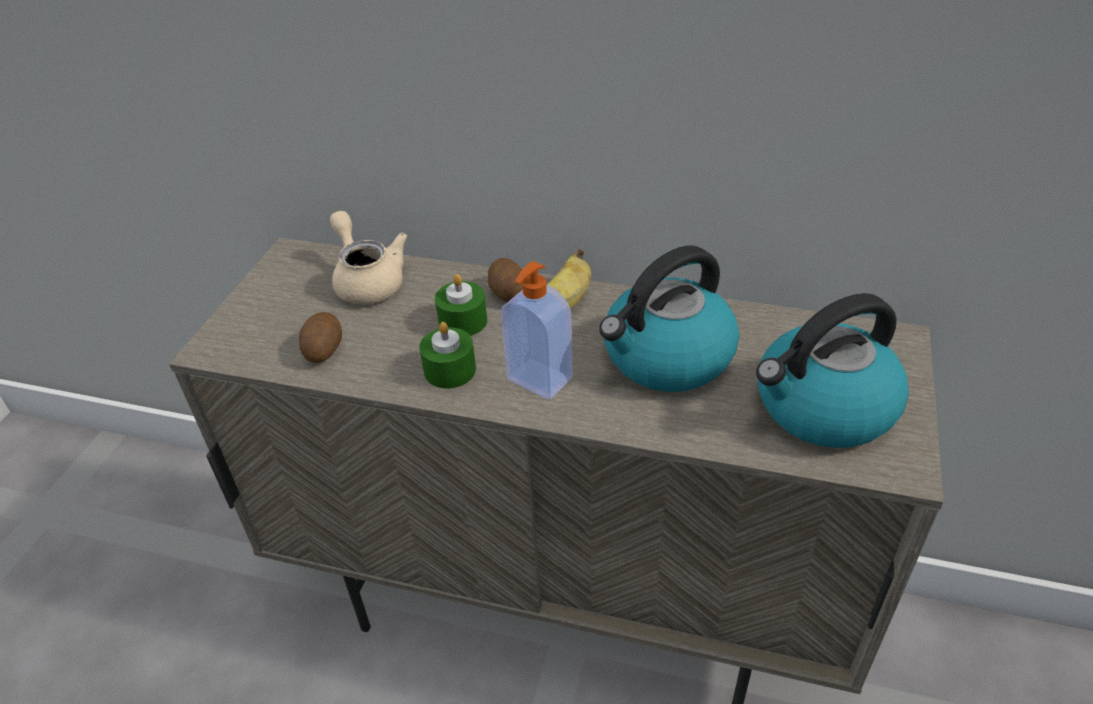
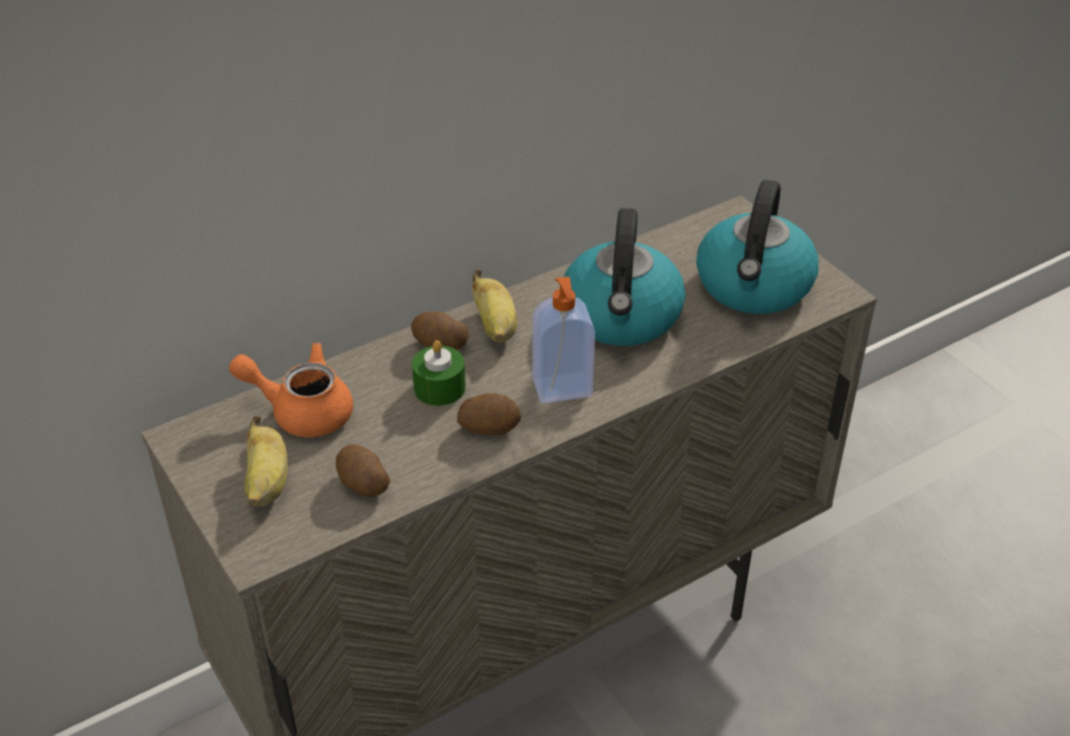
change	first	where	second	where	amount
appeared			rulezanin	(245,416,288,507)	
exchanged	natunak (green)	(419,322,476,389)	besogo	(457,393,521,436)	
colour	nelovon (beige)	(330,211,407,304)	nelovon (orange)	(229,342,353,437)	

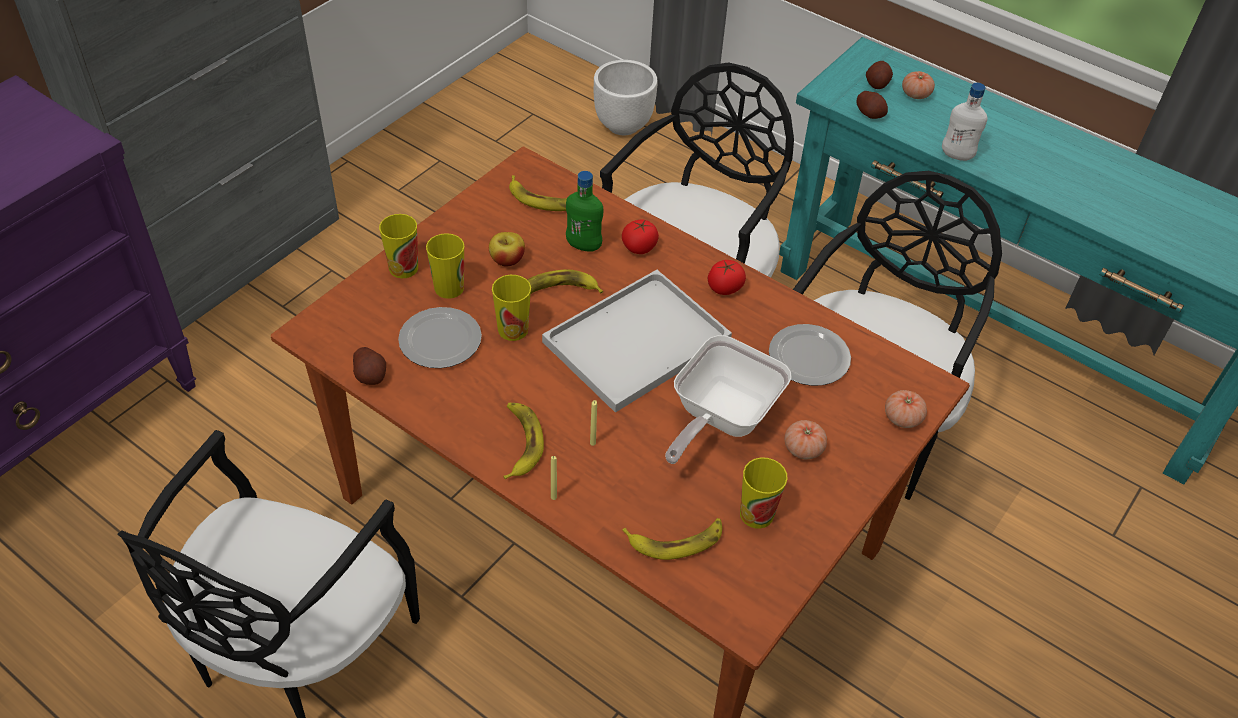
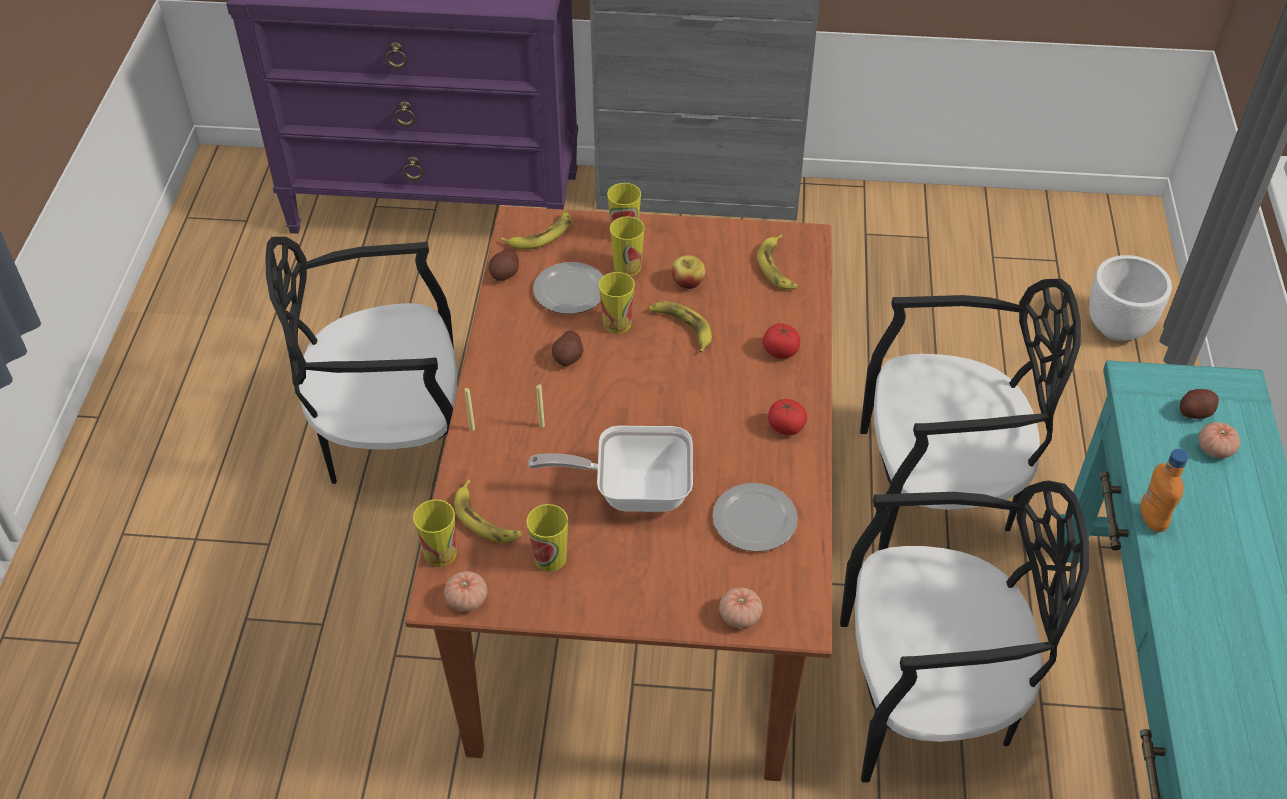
change	first	where	second	where	amount
missing	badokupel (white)	(542,270,732,413)			
missing	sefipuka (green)	(566,171,603,252)			
appeared			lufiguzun	(413,500,457,567)	
relocated	rulezanin	(504,403,544,479)		(501,210,571,250)	
relocated	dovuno	(785,420,827,459)		(444,571,487,612)	
relocated	besogo	(857,91,888,119)		(552,331,583,366)	
colour	sefipuka (white)	(942,83,987,161)	sefipuka (orange)	(1140,449,1189,532)	

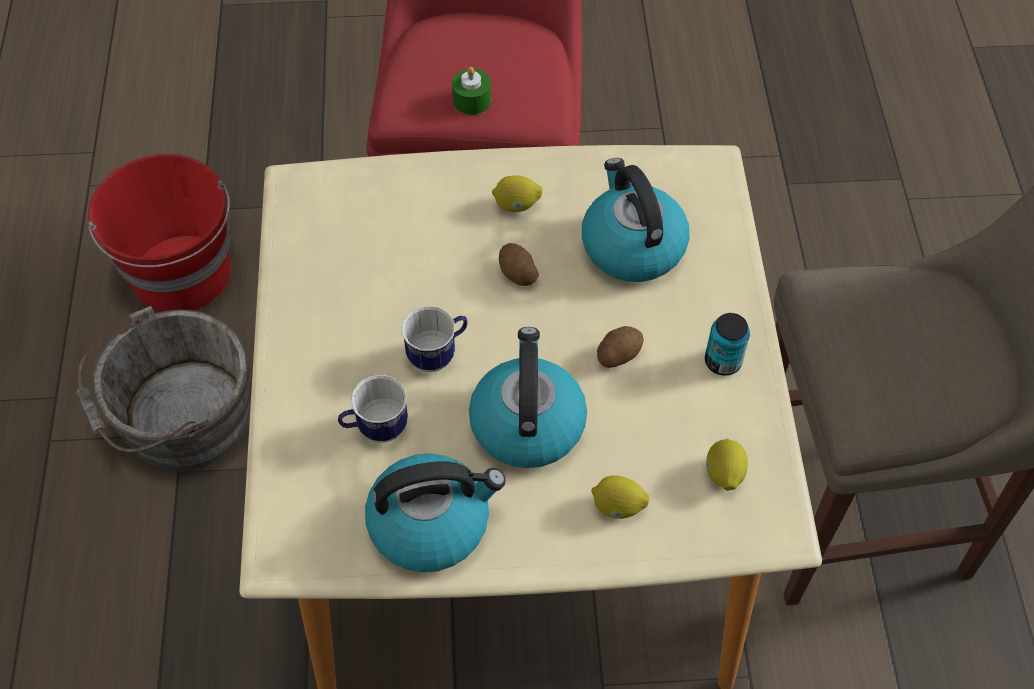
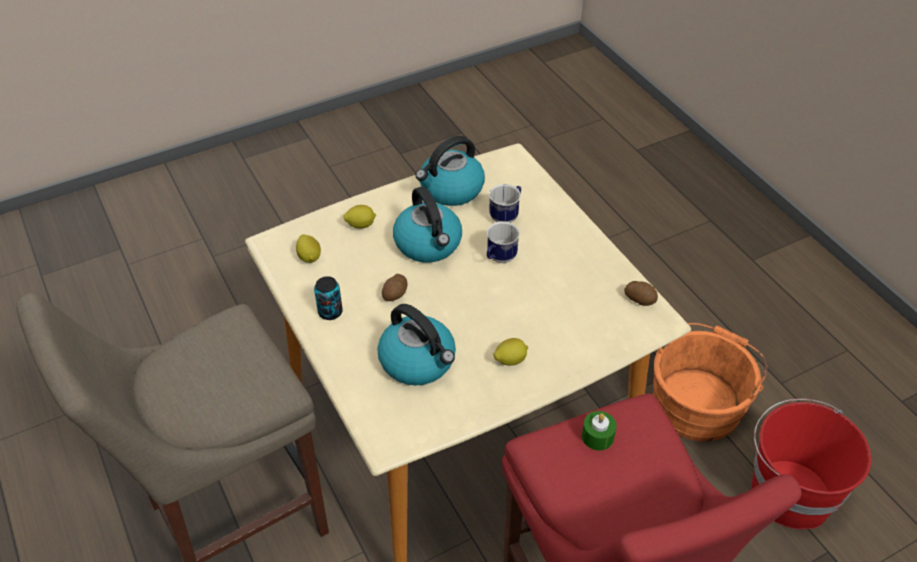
change	first	where	second	where	amount
relocated	besogo	(499,243,539,286)		(624,281,658,306)	
colour	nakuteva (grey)	(76,306,251,471)	nakuteva (orange)	(653,323,768,442)	

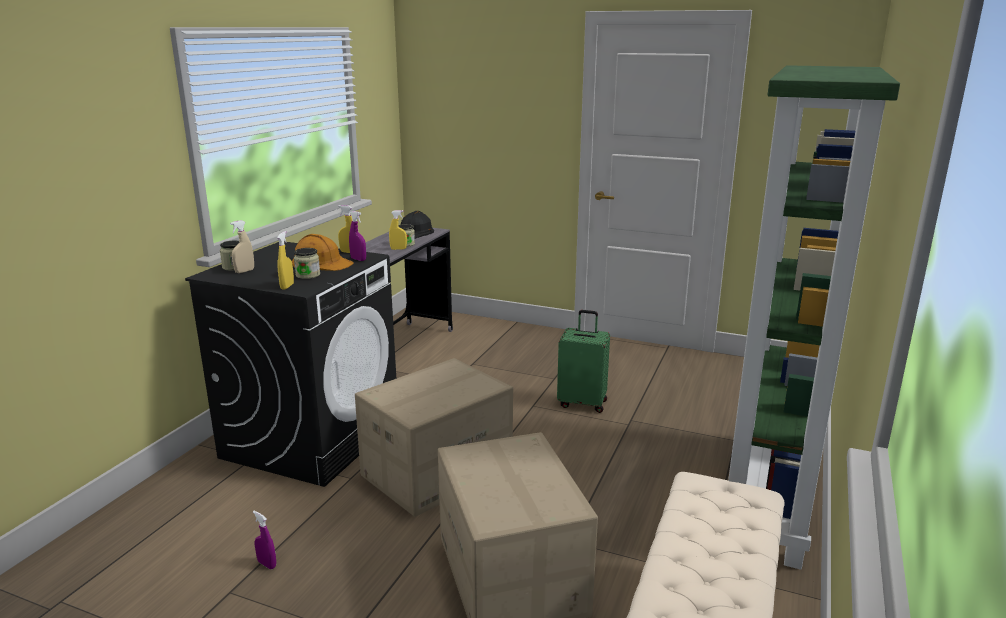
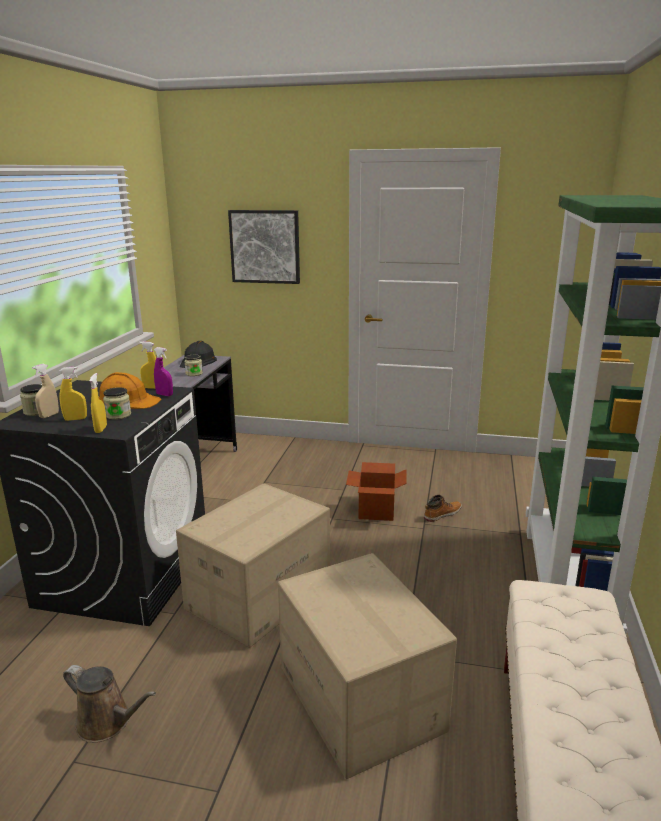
change	first	where	second	where	amount
appeared			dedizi	(228,210,300,284)	
appeared			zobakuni	(424,495,462,522)	
relocated	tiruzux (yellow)	(389,210,407,250)		(59,367,87,421)	
exchanged	tiruzux (purple)	(253,511,276,569)	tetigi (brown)	(63,665,156,743)	
exchanged	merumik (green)	(557,310,610,413)	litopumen	(346,462,407,521)	

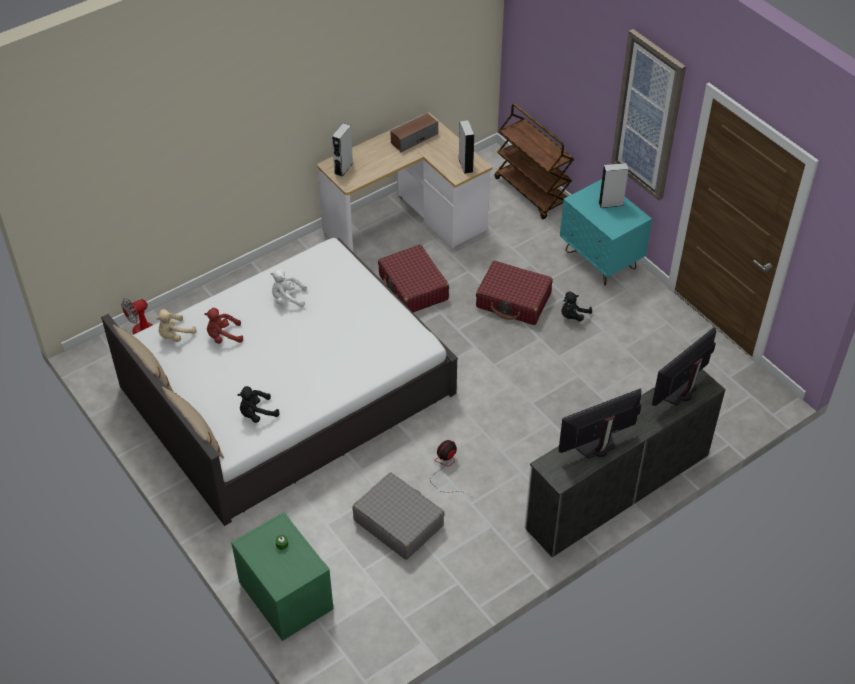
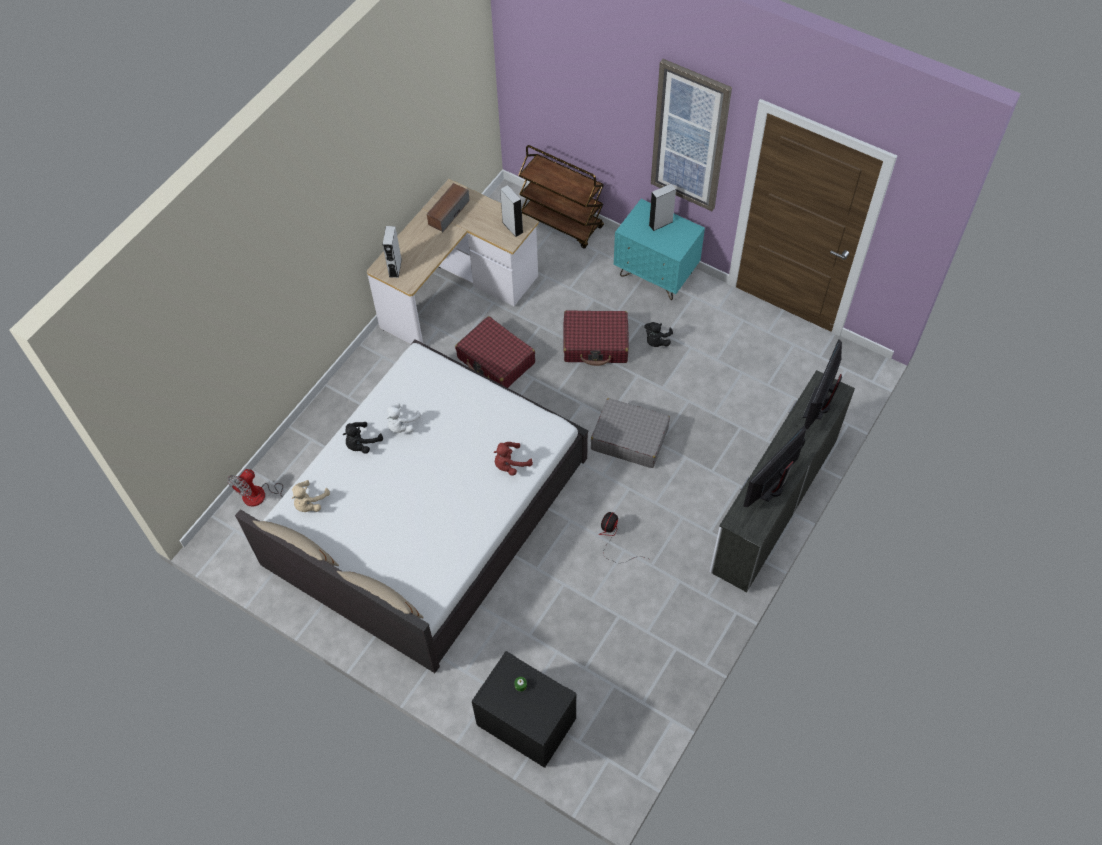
change	first	where	second	where	amount
relocated	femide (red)	(204,308,243,344)		(494,442,533,476)	
relocated	femide (black)	(237,386,280,423)		(343,422,383,454)	
relocated	merumik (grey)	(352,473,445,560)		(591,398,670,468)	
colour	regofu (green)	(231,512,333,641)	regofu (black)	(472,651,576,768)	
spun	femide (white)	(271,269,307,307)		(387,403,421,433)	45 degrees counterclockwise

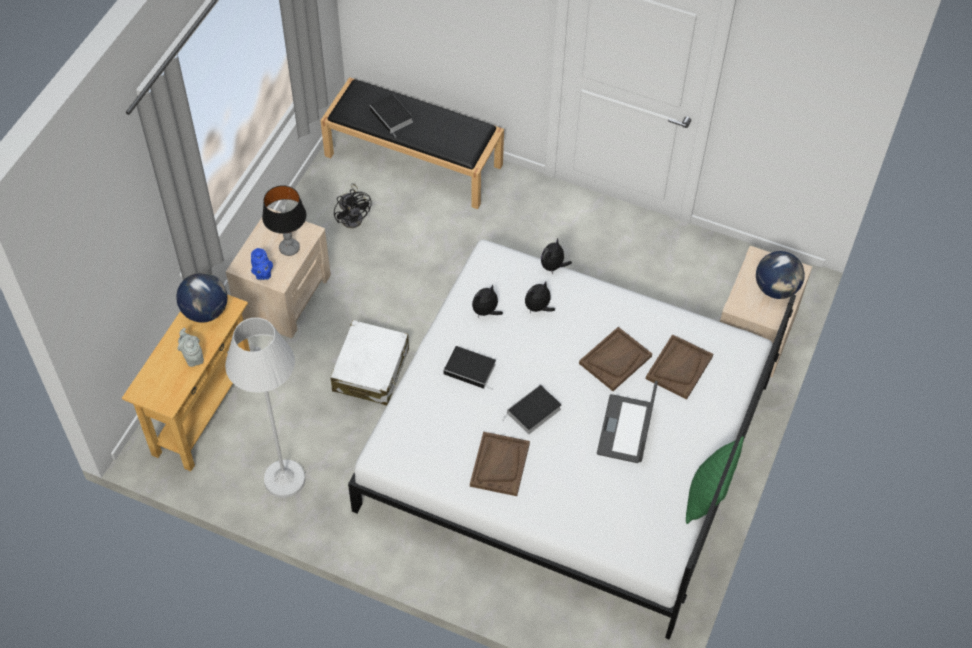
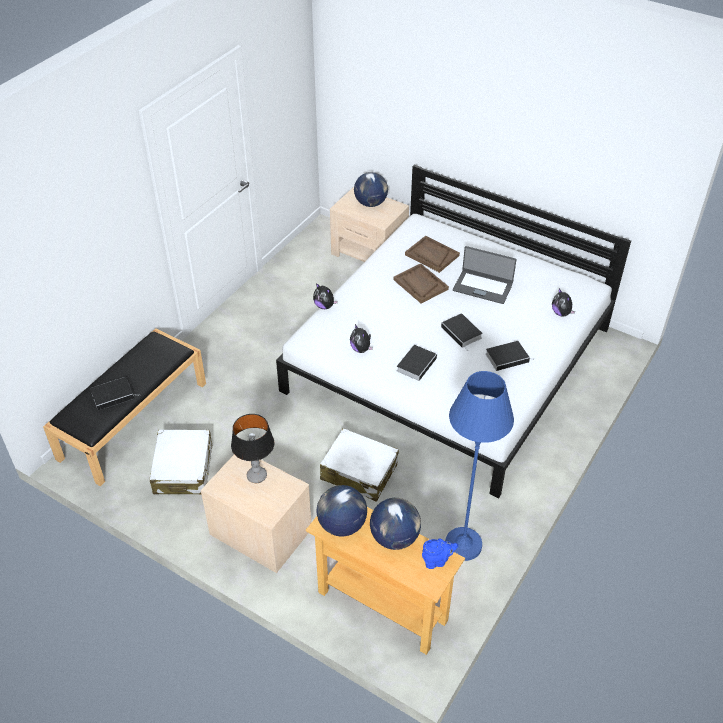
change	first	where	second	where	amount
missing	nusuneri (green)	(686,436,744,524)			
relocated	nelovon (blue)	(251,248,273,280)		(422,539,458,569)	
relocated	femide	(525,281,555,312)		(552,288,576,317)	
exchanged	nelovon (grey)	(177,328,204,367)	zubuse	(370,498,421,550)	
exchanged	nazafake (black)	(334,183,372,228)	merumik (white)	(150,430,212,495)	
exchanged	badokupel (brown)	(470,432,530,496)	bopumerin	(486,341,535,371)	
colour	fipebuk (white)	(225,318,305,498)	fipebuk (blue)	(445,371,514,561)	

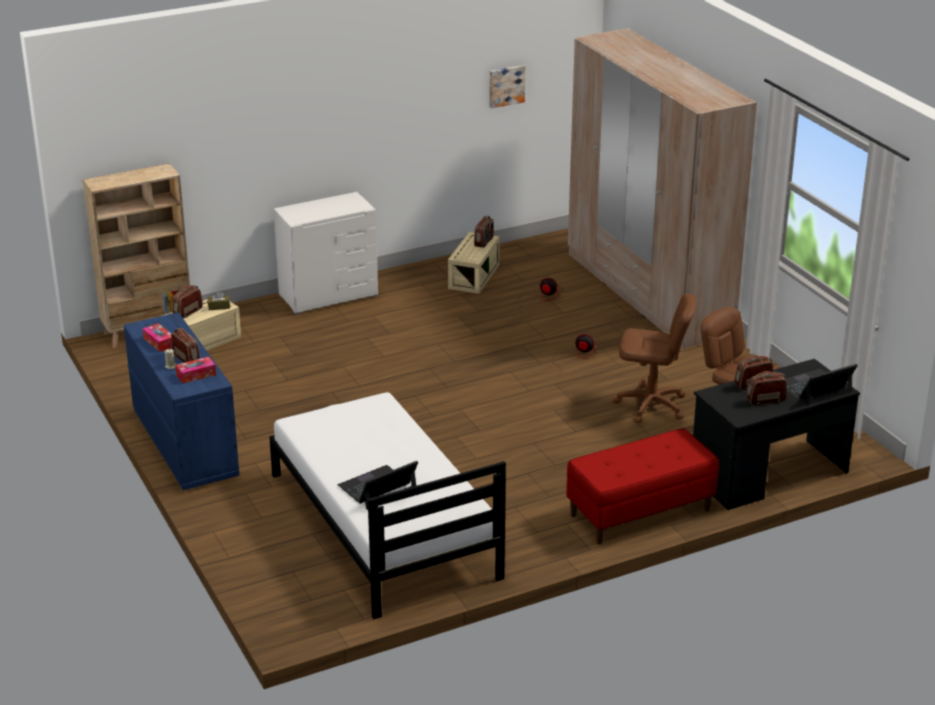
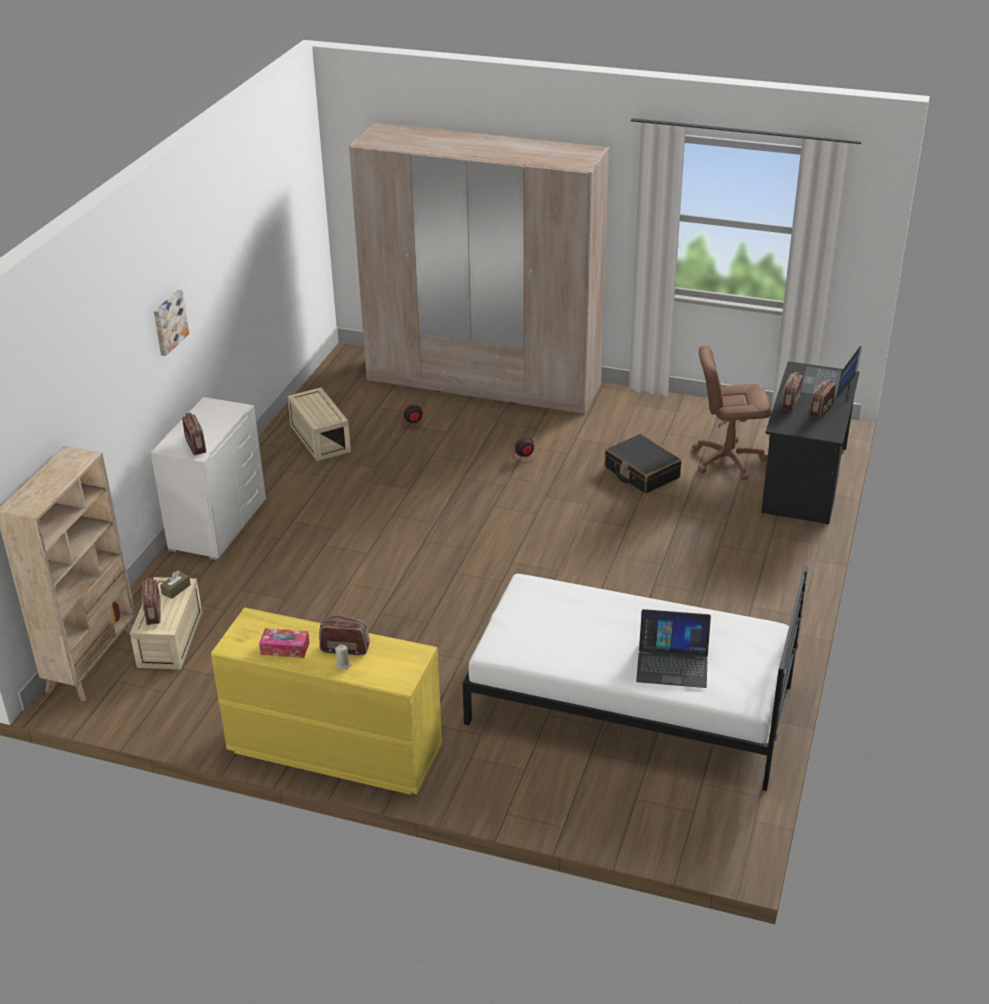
change	first	where	second	where	amount
missing	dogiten	(175,356,216,383)			
missing	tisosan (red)	(566,428,719,544)			
relocated	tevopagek	(474,216,494,248)		(182,413,206,455)	
relocated	dedizi	(489,65,526,108)		(154,290,189,356)	
exchanged	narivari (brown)	(613,294,696,423)	merumik (black)	(605,434,682,494)	
colour	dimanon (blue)	(124,312,239,490)	dimanon (yellow)	(211,607,442,795)	
spun	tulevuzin	(338,461,418,510)		(636,609,711,688)	90 degrees counterclockwise

